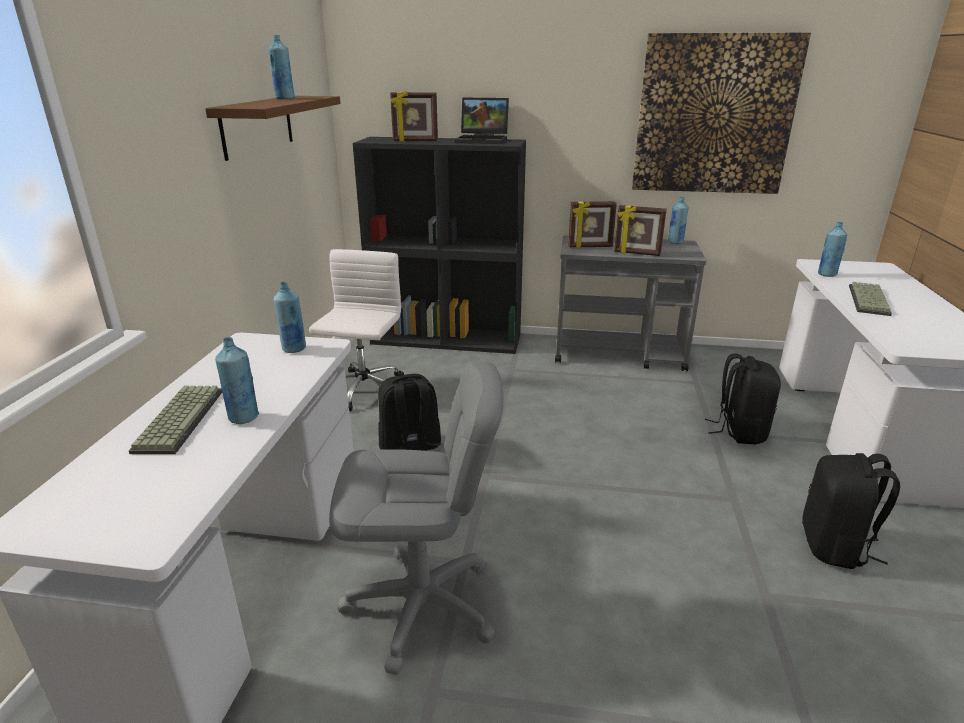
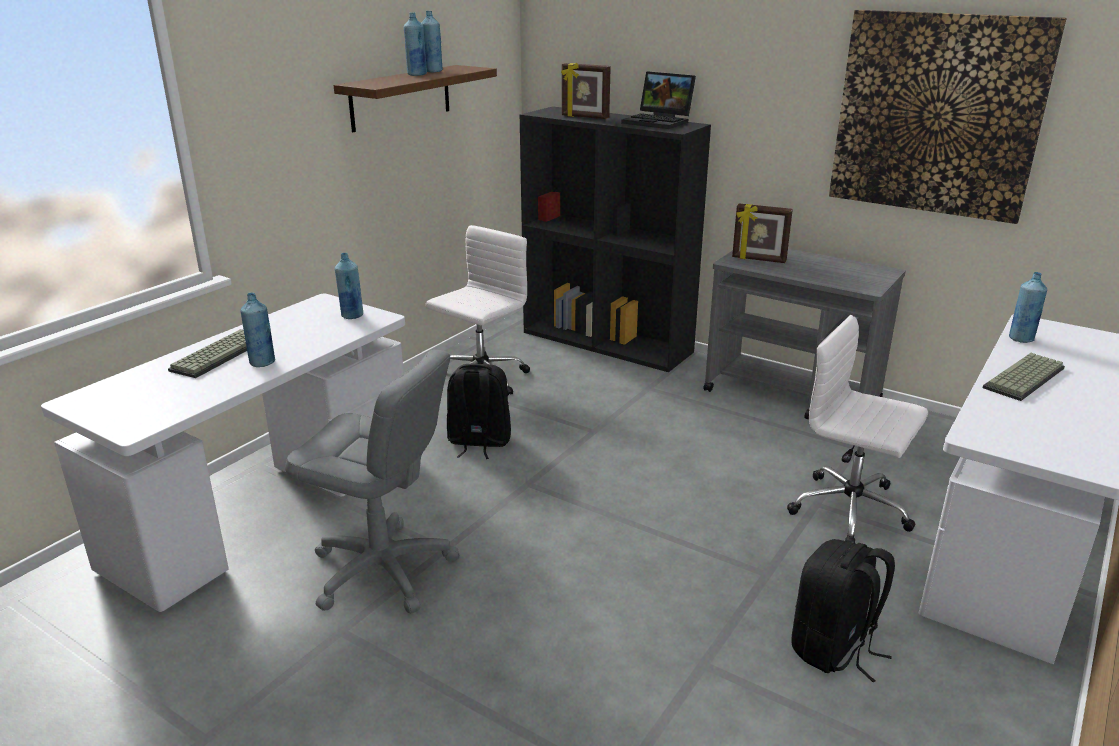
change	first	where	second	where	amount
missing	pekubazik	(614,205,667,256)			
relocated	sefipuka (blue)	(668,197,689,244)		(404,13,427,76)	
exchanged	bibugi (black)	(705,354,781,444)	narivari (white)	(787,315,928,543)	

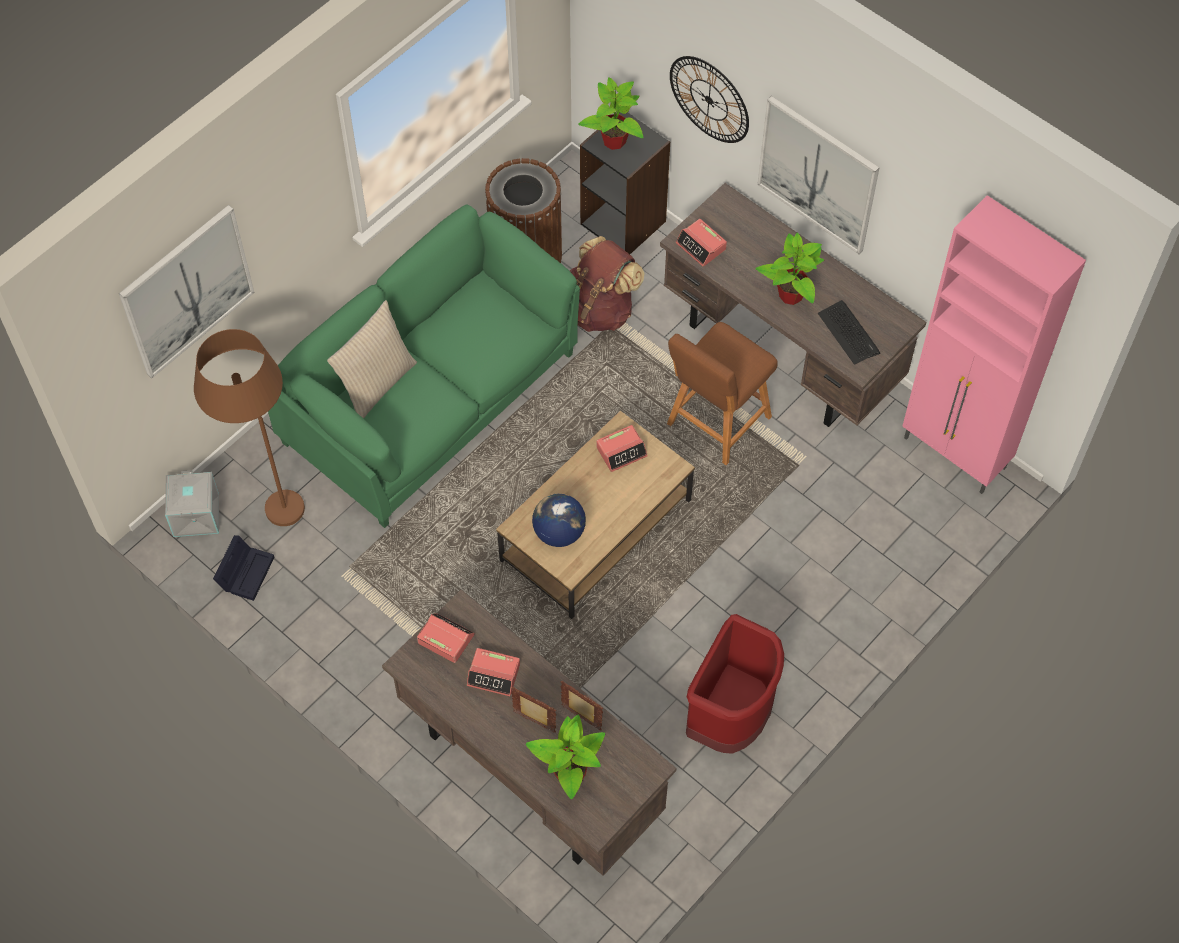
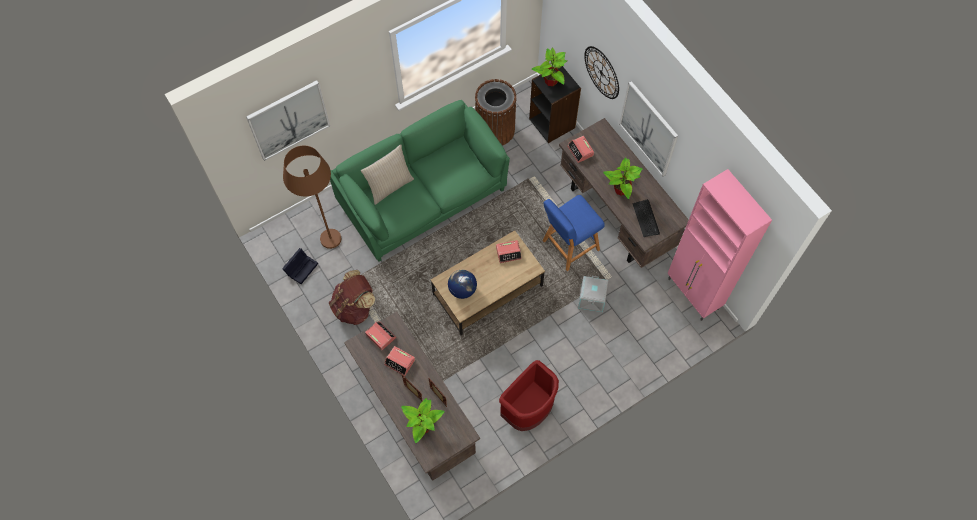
change	first	where	second	where	amount
relocated	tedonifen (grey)	(165,470,219,537)		(578,276,608,312)	
relocated	bibugi (brown)	(570,236,645,332)		(329,270,375,325)	
colour	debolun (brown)	(667,322,778,465)	debolun (blue)	(543,195,605,271)	

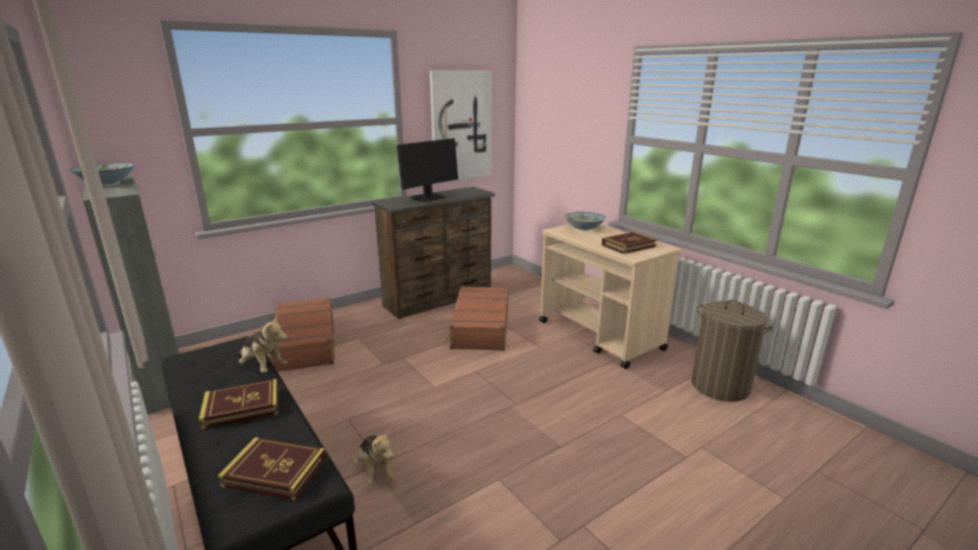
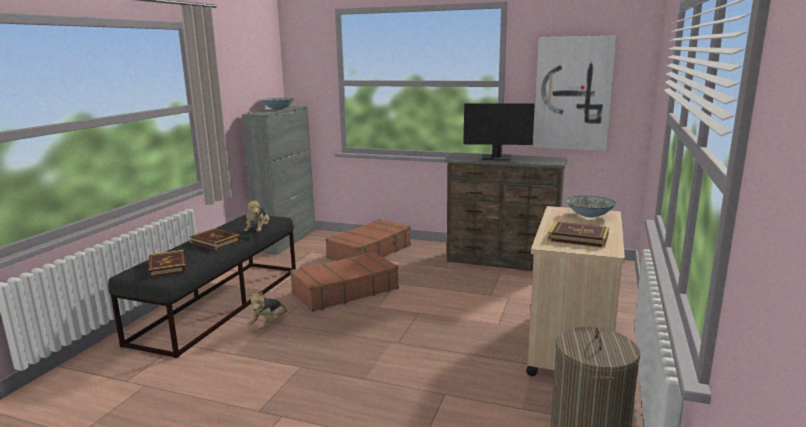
change	first	where	second	where	amount
relocated	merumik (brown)	(446,286,508,351)		(290,251,399,312)	

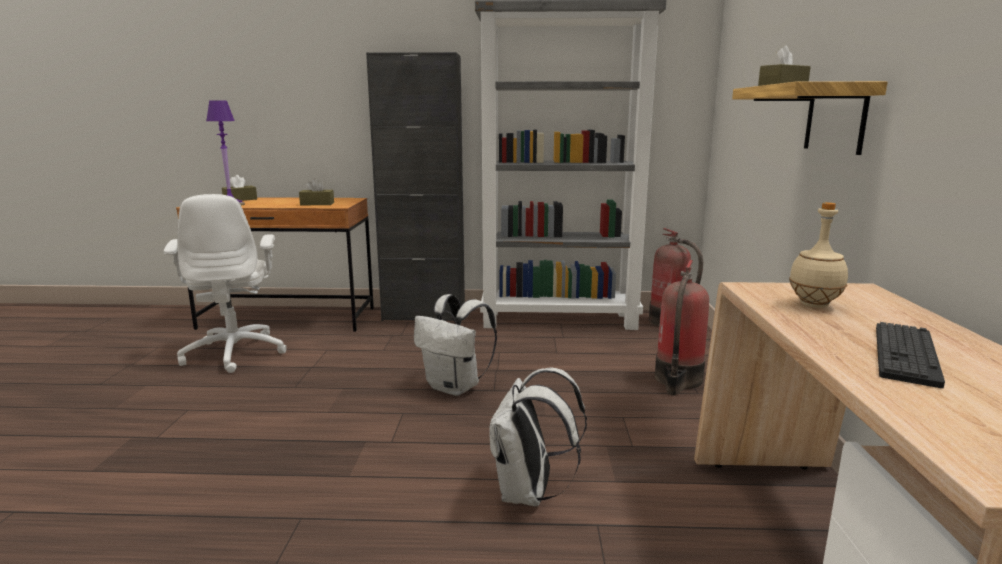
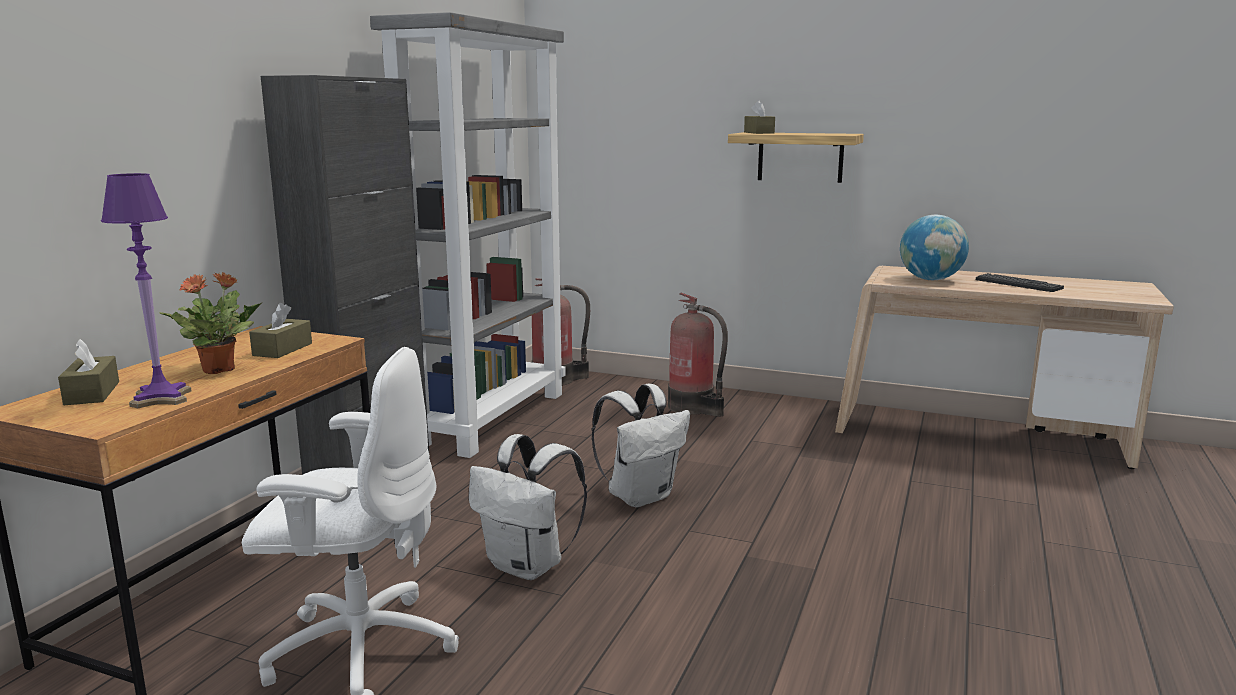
change	first	where	second	where	amount
appeared			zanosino	(159,272,263,374)	
relocated	bibugi (white)	(489,368,587,506)		(469,434,587,580)	
exchanged	sefipuka (beige)	(789,202,848,308)	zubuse	(900,215,969,280)	

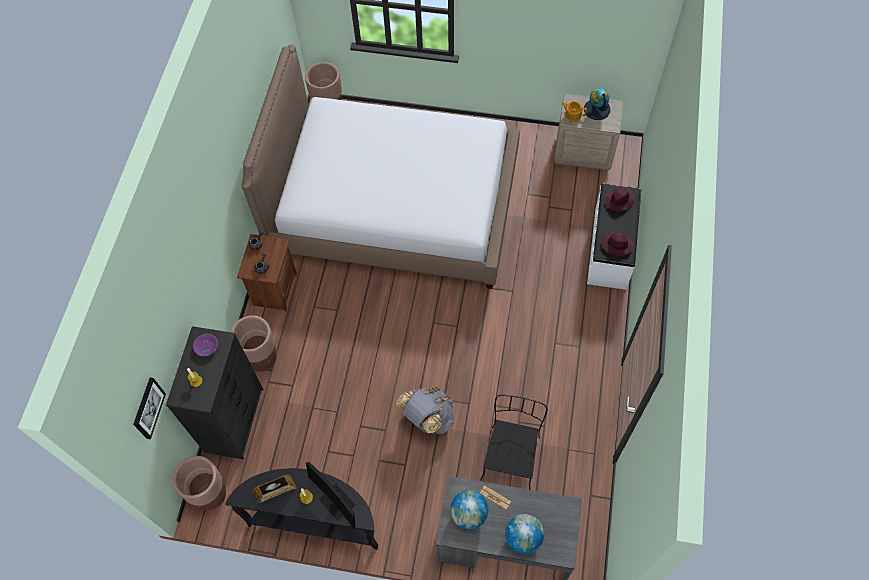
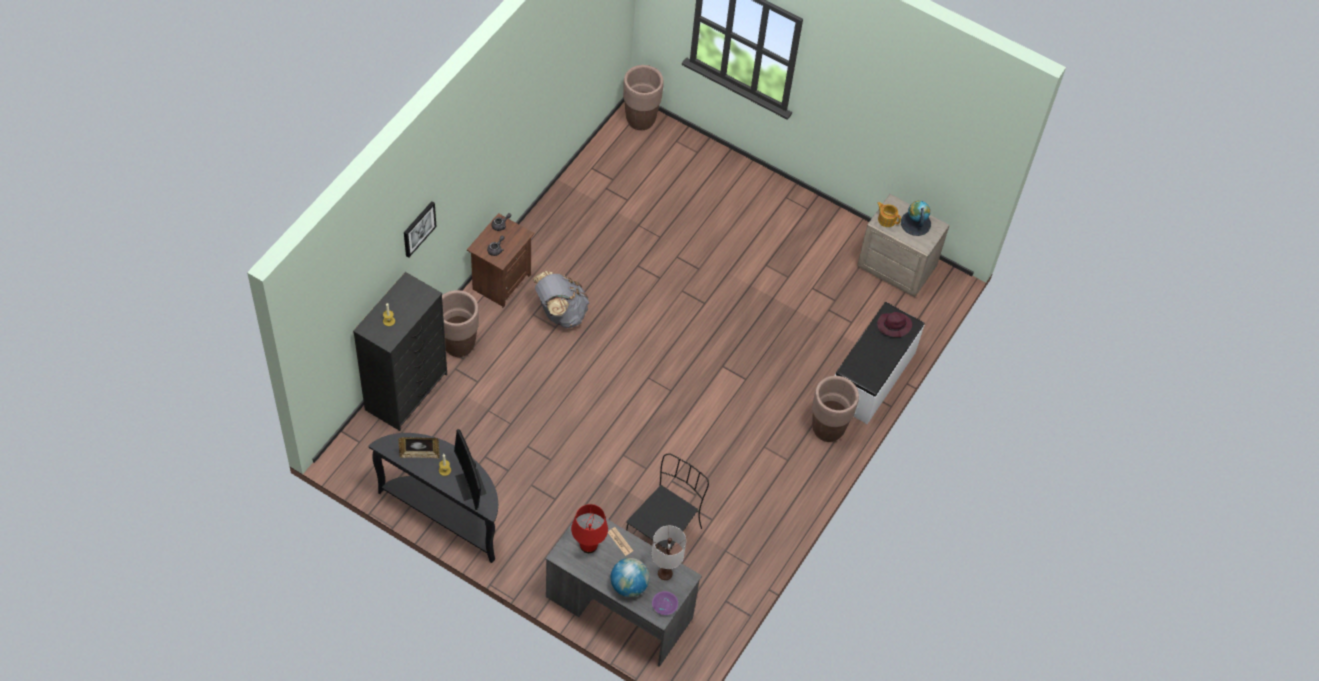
change	first	where	second	where	amount
missing	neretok	(242,44,520,289)			
missing	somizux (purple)	(602,231,634,256)			
appeared			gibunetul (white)	(652,526,686,580)	
relocated	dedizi	(133,377,166,439)		(404,201,437,258)	
relocated	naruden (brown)	(172,456,226,510)		(812,376,859,442)	
relocated	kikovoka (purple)	(193,334,218,356)		(652,591,678,615)	
relocated	bibugi (grey)	(396,387,454,434)		(533,271,589,328)	
exchanged	zubuse	(450,490,488,529)	gibunetul (red)	(571,504,608,553)	

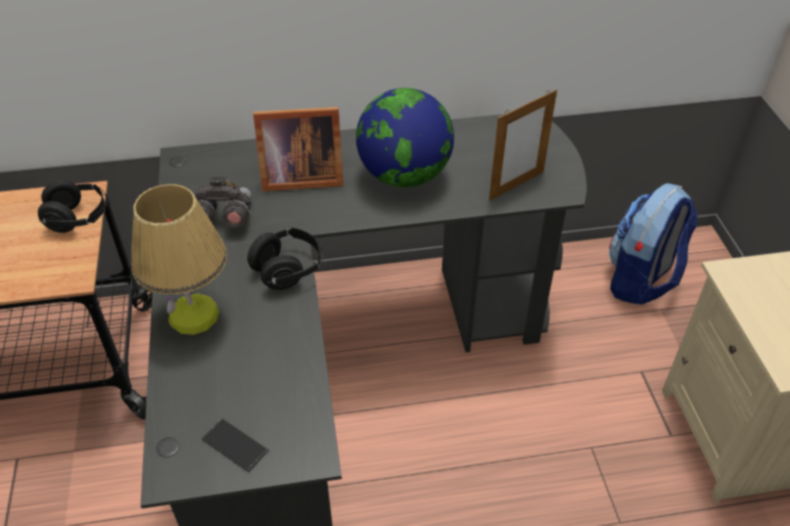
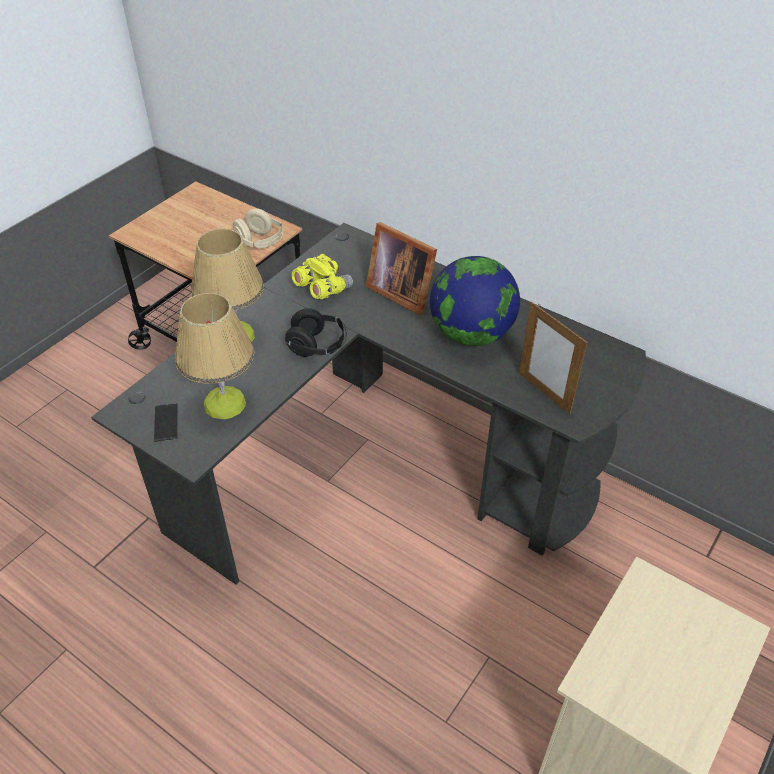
change	first	where	second	where	amount
missing	bibugi	(609,183,698,305)			
appeared			gibunetul	(175,293,254,419)	
colour	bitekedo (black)	(38,180,107,233)	bitekedo (beige)	(231,208,283,249)	
colour	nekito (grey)	(195,177,252,228)	nekito (yellow)	(292,254,353,299)	
spun	pekubazik	(489,89,557,201)		(519,301,587,414)	45 degrees clockwise

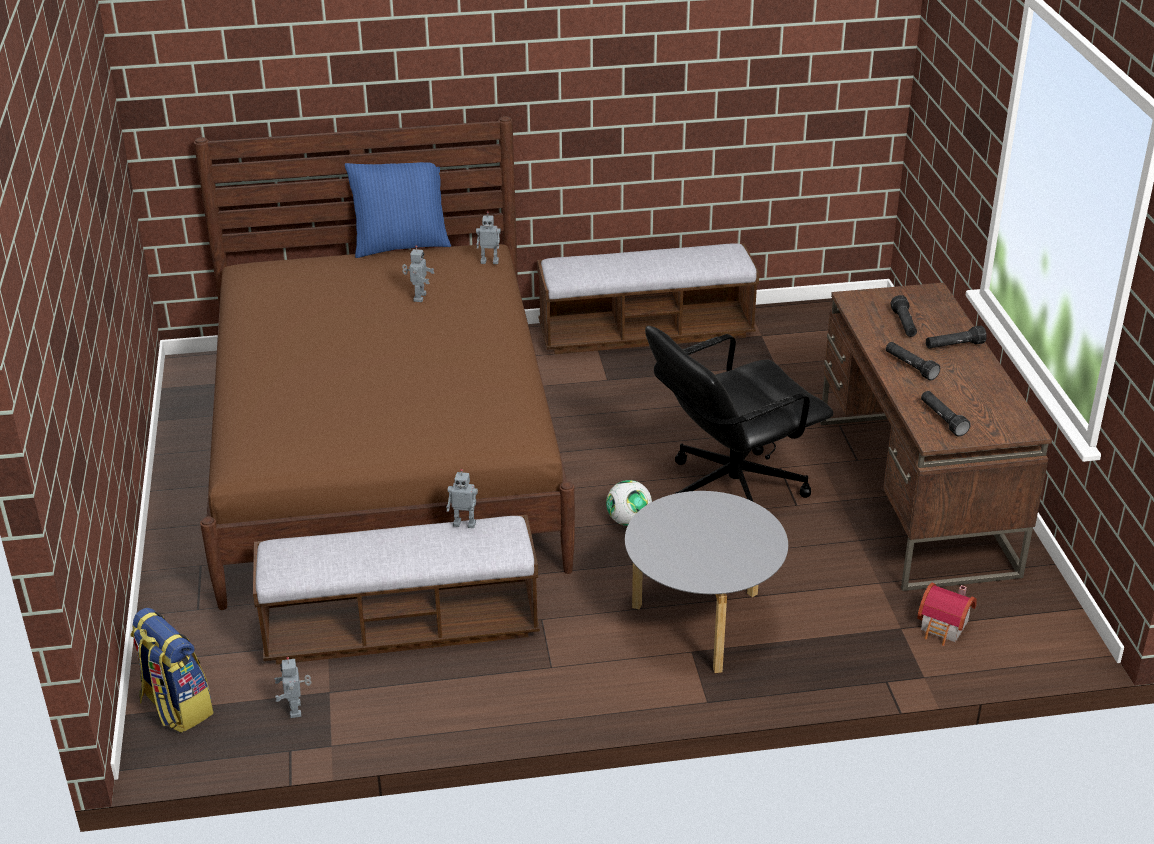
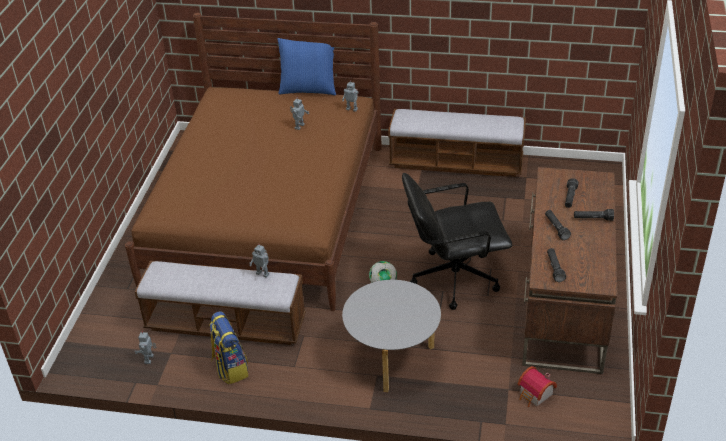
change	first	where	second	where	amount
relocated	bibugi	(130,608,213,733)		(209,311,249,384)	

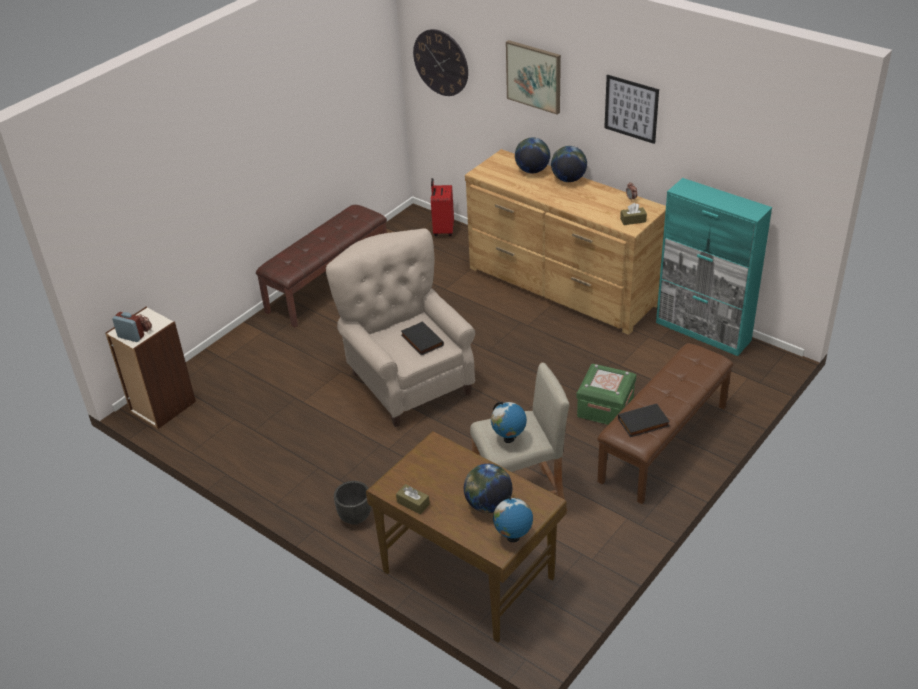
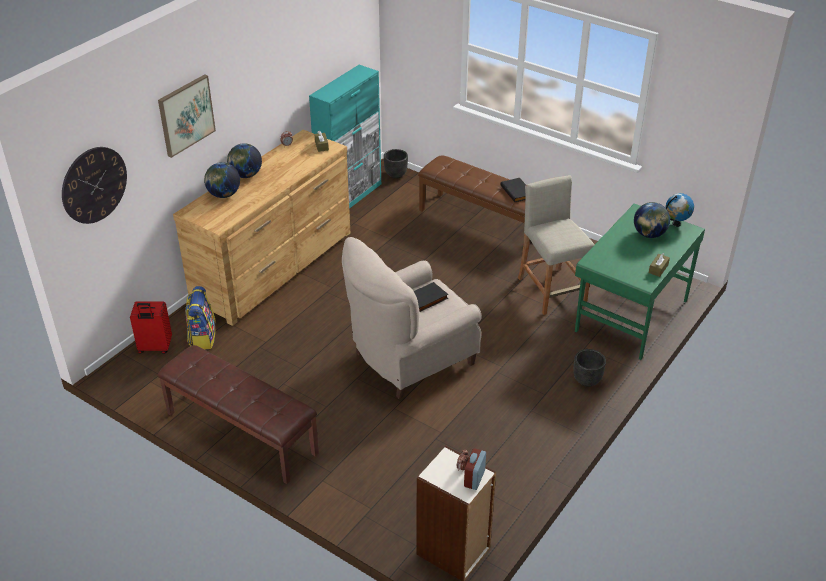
change	first	where	second	where	amount
missing	zubuse	(491,402,527,443)			
missing	tedonifen (green)	(576,364,636,425)			
missing	dedizi	(604,75,659,144)			
appeared			bibugi	(185,286,216,349)	
appeared			naruden (black)	(384,149,408,179)	
colour	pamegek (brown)	(366,431,567,643)	pamegek (green)	(575,203,705,360)	

